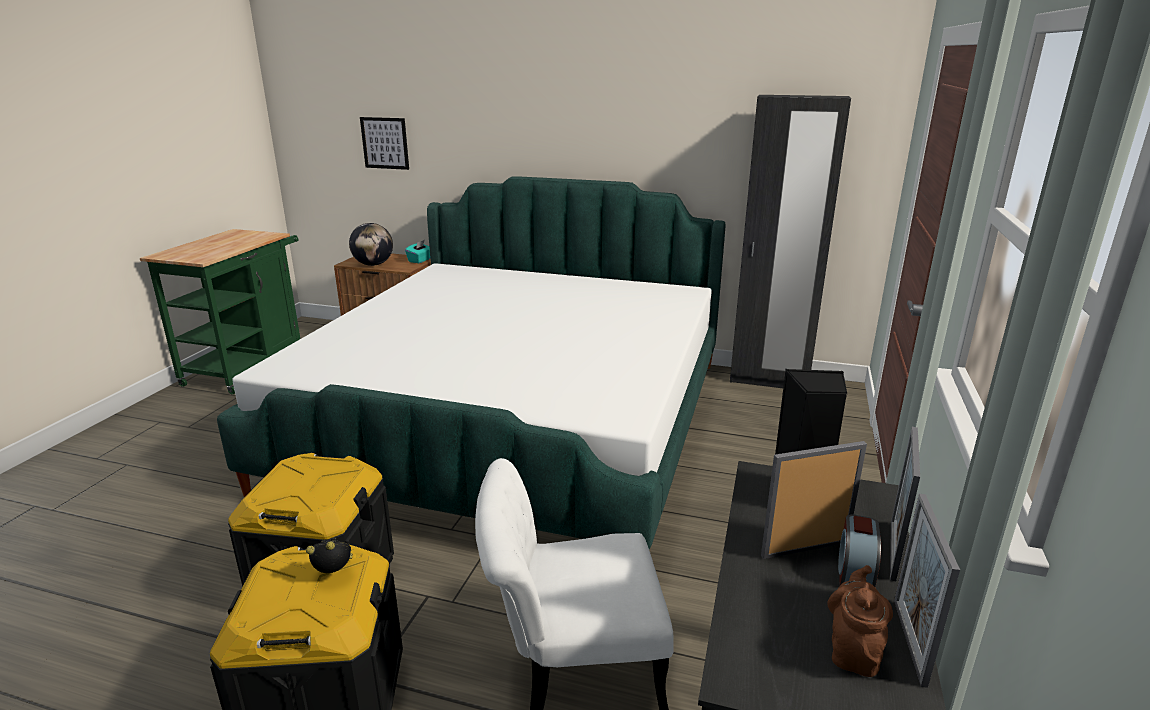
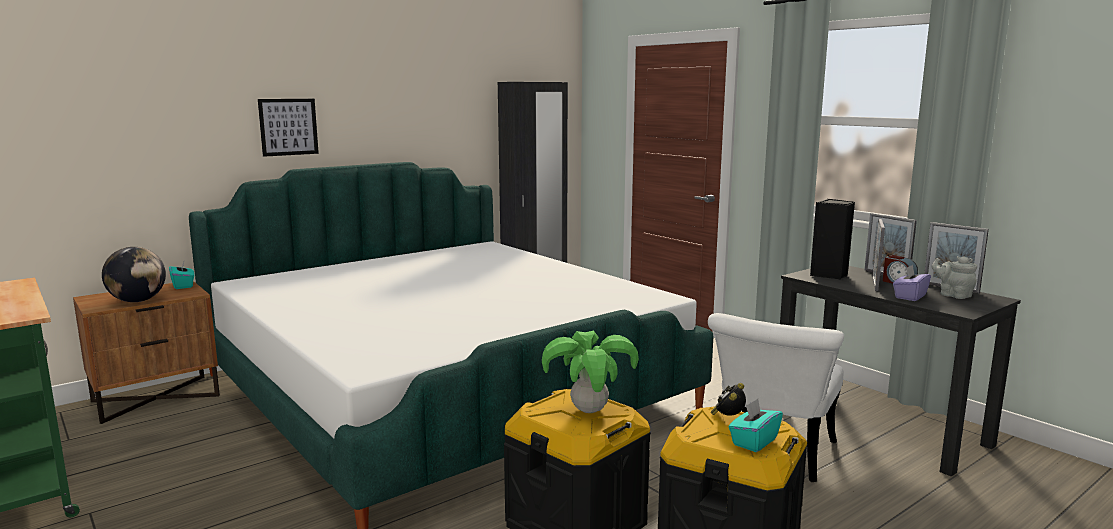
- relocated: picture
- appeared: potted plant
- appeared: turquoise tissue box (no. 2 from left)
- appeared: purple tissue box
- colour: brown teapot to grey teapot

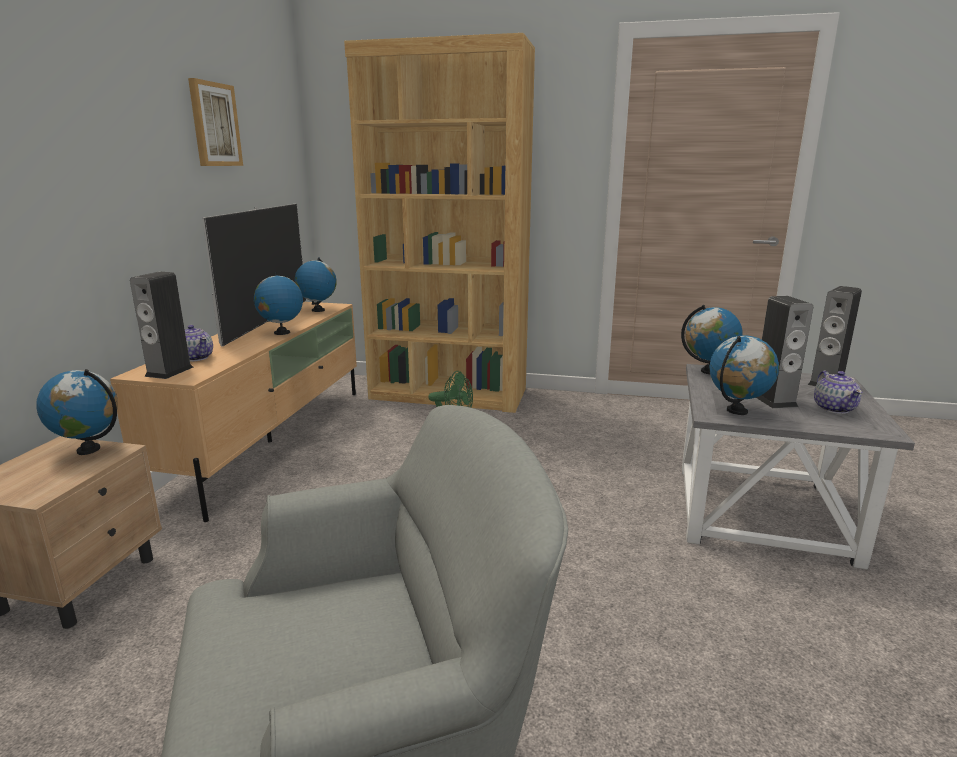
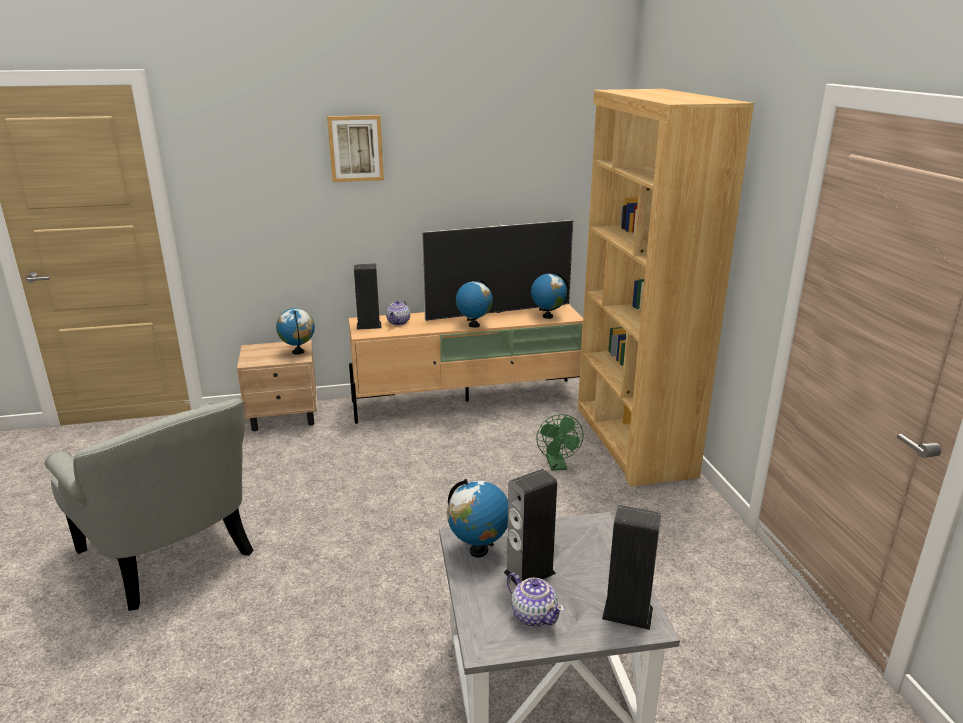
- relocated: picture
- spun: teapot (no. 2 from left) 105 degrees counterclockwise
- missing: globe (no. 4 from left)

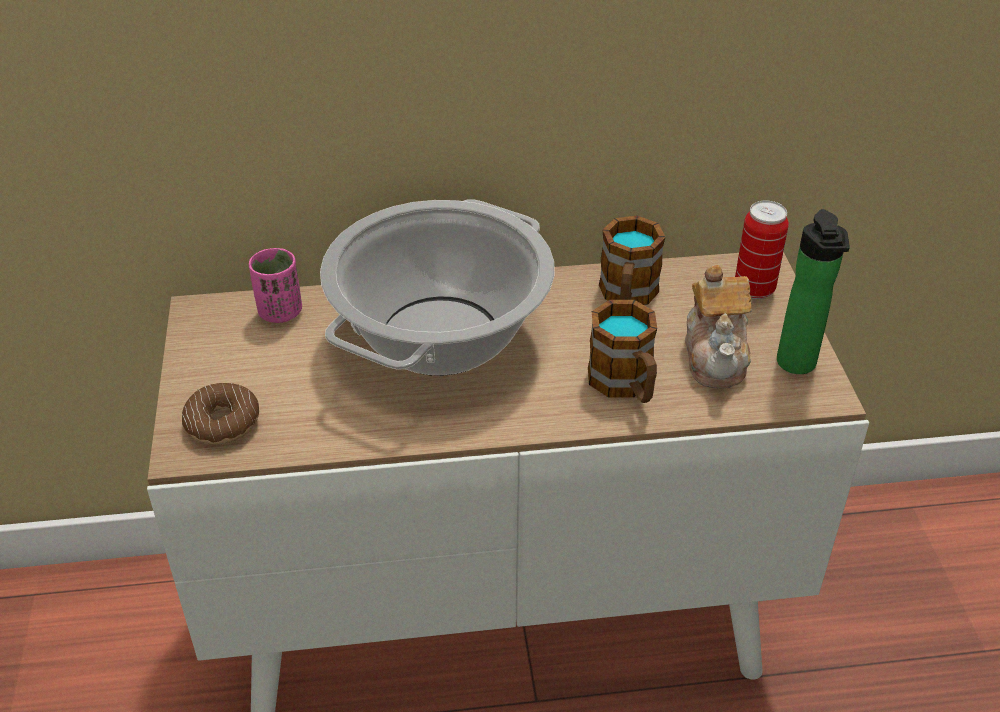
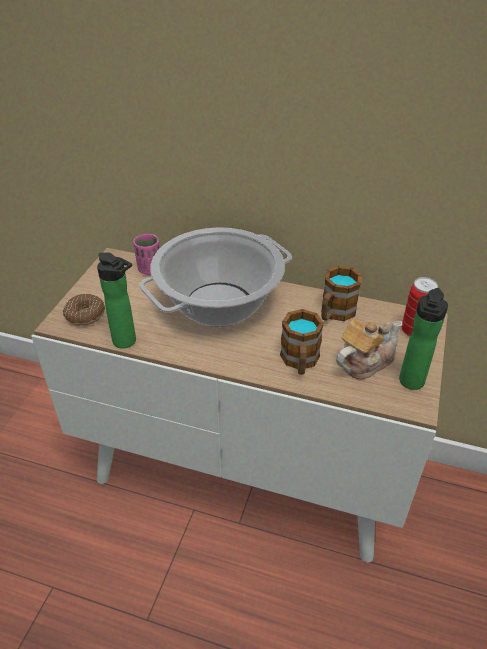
- appeared: bottle (no. 1 from left)
- spun: teapot 150 degrees counterclockwise

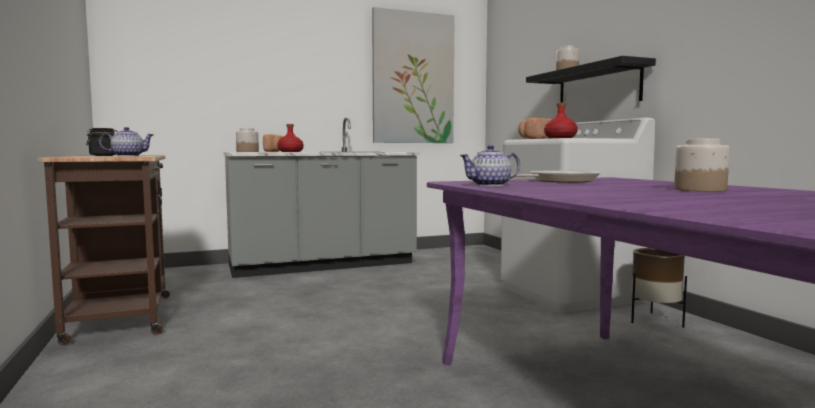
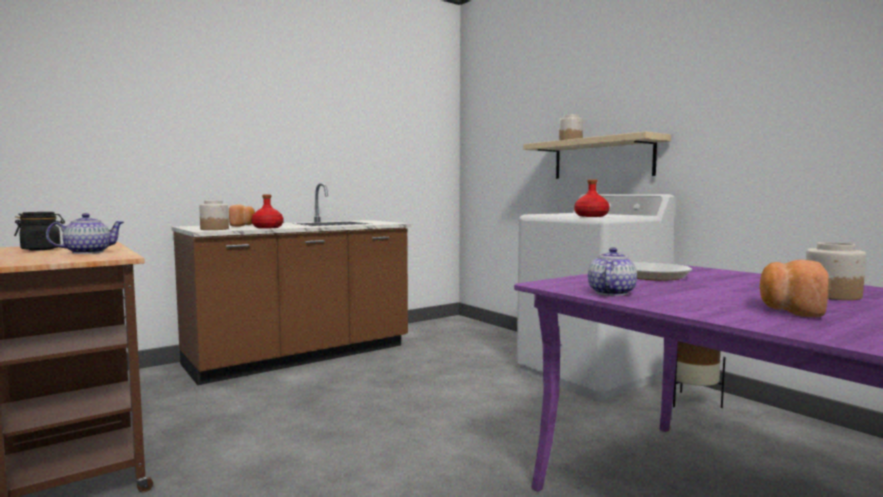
- colour: grey counter to brown counter
- colour: black shelf to beige shelf
- spun: teapot (no. 2 from left) 150 degrees clockwise
- relocated: bread (no. 2 from left)
- missing: picture

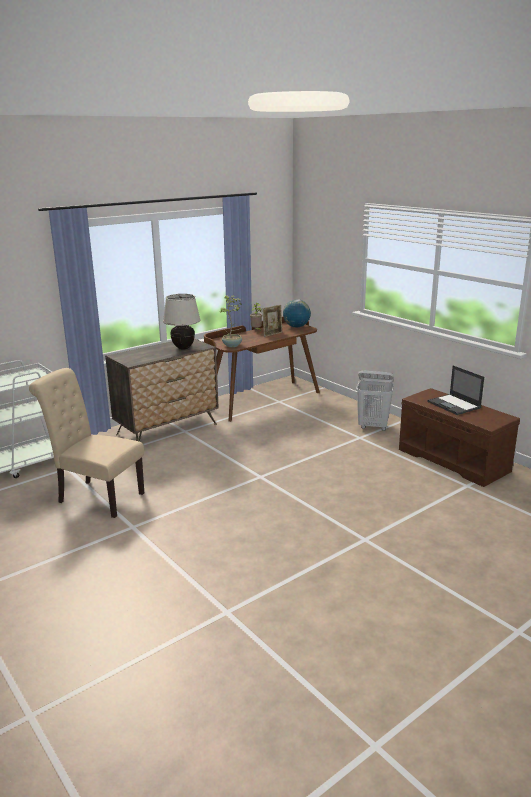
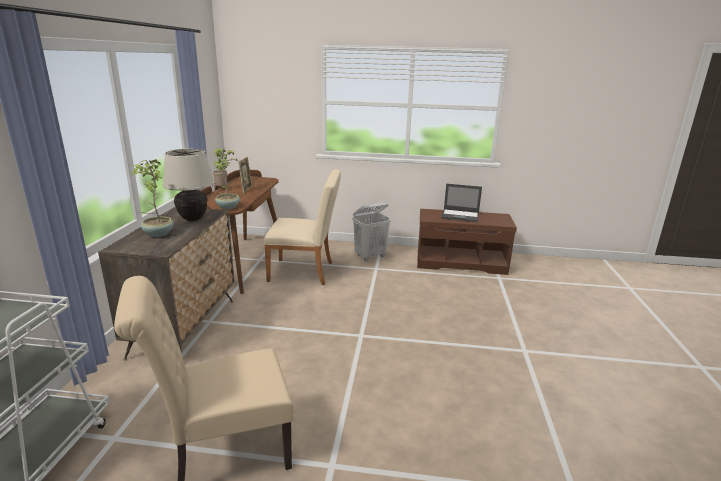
- appeared: potted plant (no. 1 from left)
- appeared: beige chair (no. 2 from left)
- missing: globe

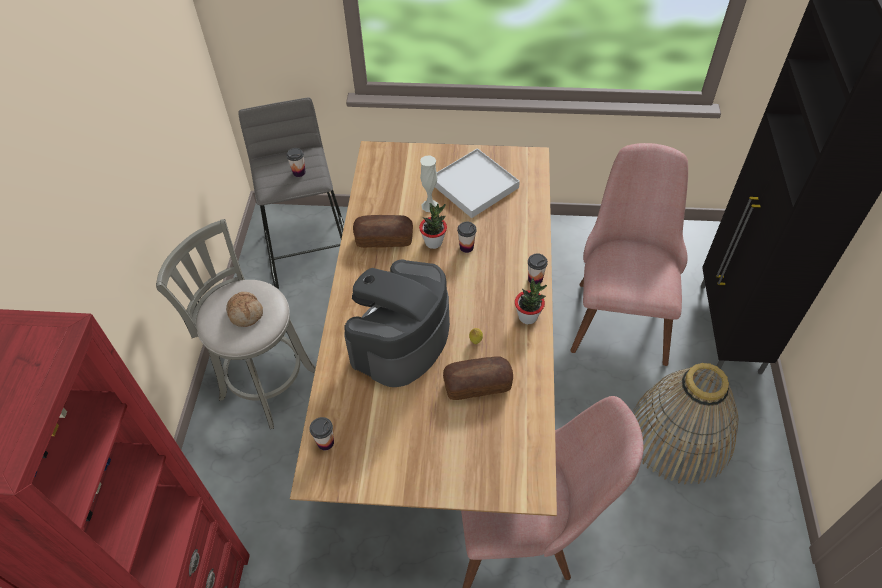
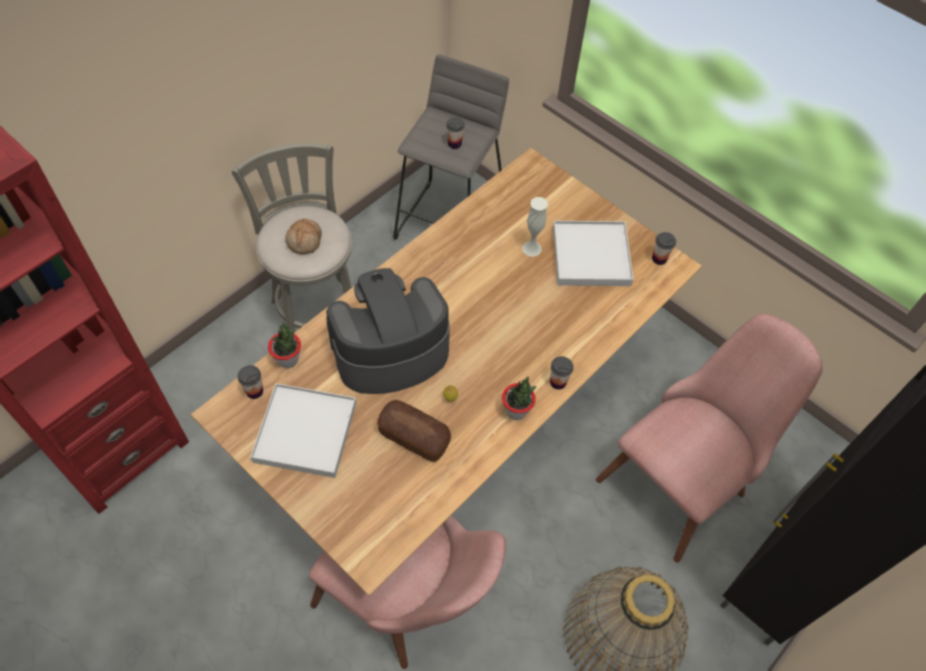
- appeared: white tray (no. 1 from left)
- relocated: potted plant (no. 1 from left)
- relocated: cup (no. 3 from left in the first image) to cup (no. 4 from left)
- missing: bread (no. 2 from left)

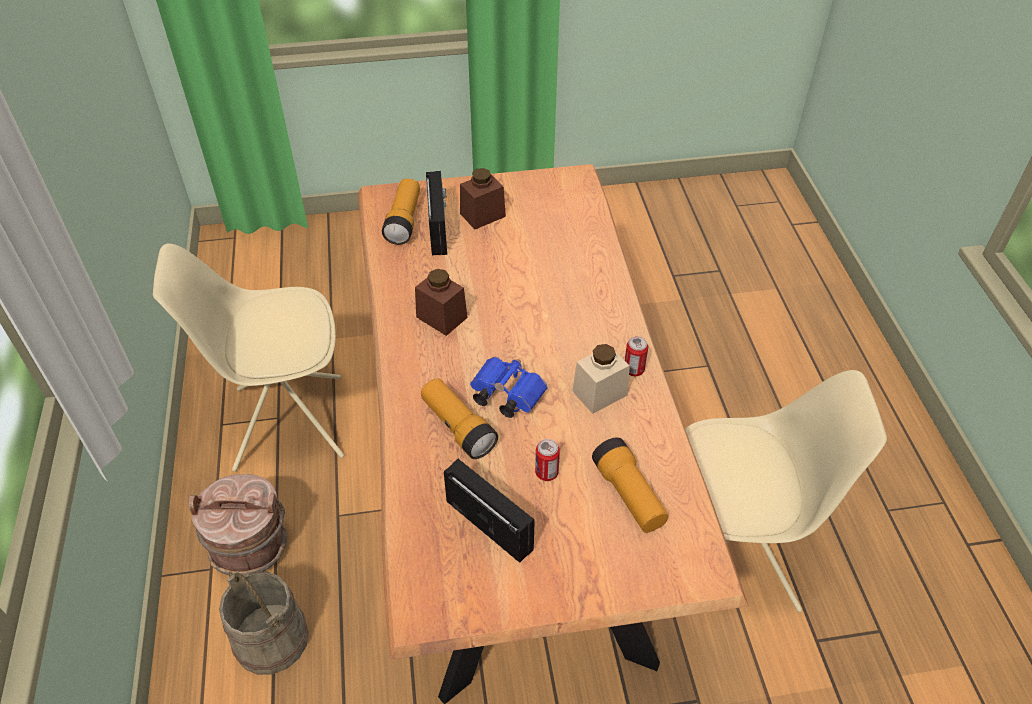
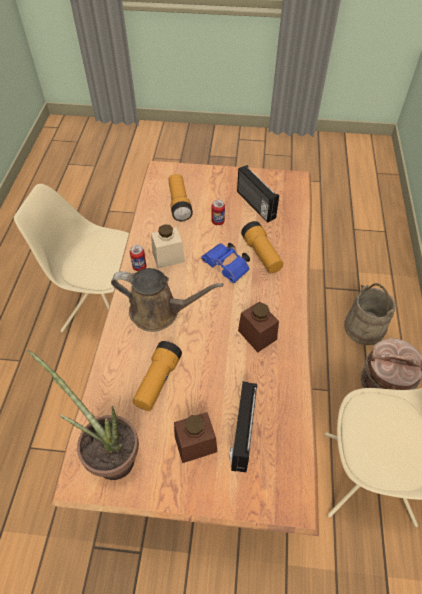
- appeared: potted plant
- appeared: brown watering can
- relocated: flashlight (no. 1 from left)

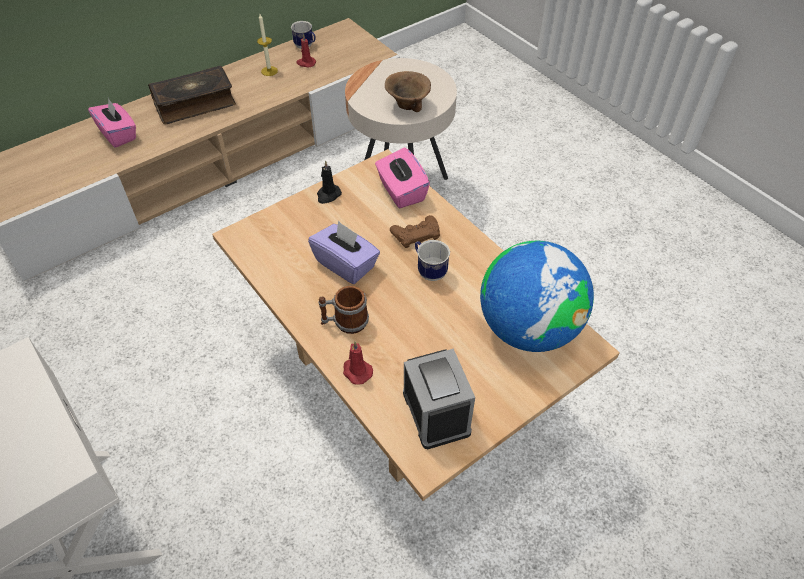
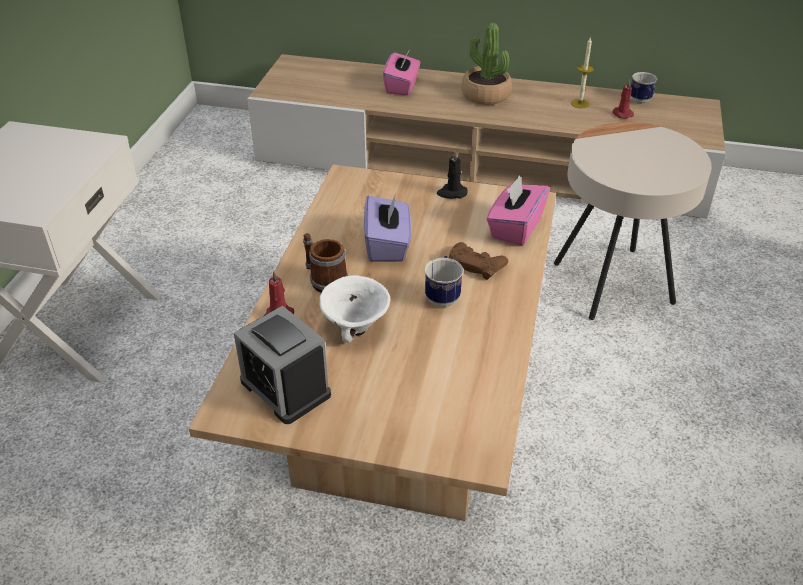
- spun: alarm clock 105 degrees clockwise
- appeared: white bowl
- exchanged: book to potted plant
- missing: brown bowl
- missing: globe

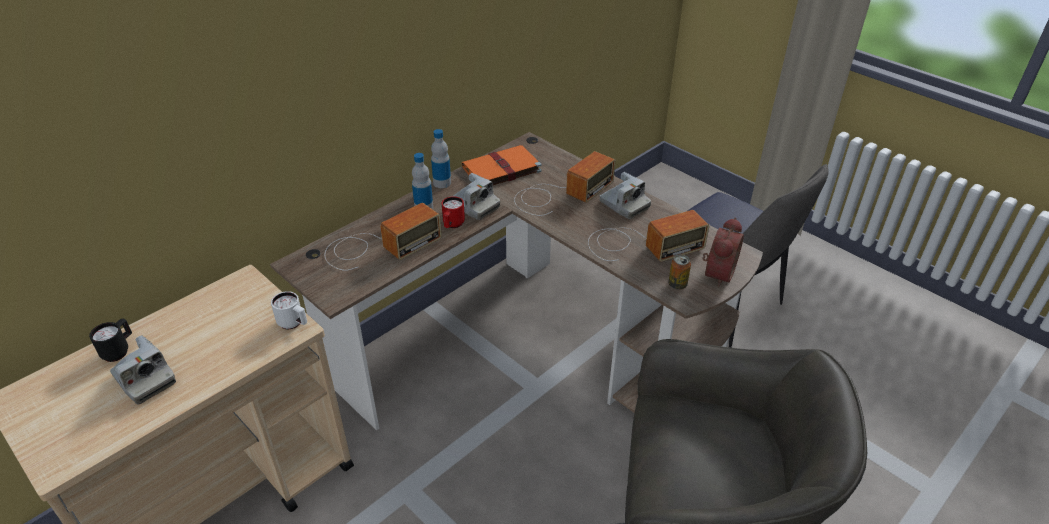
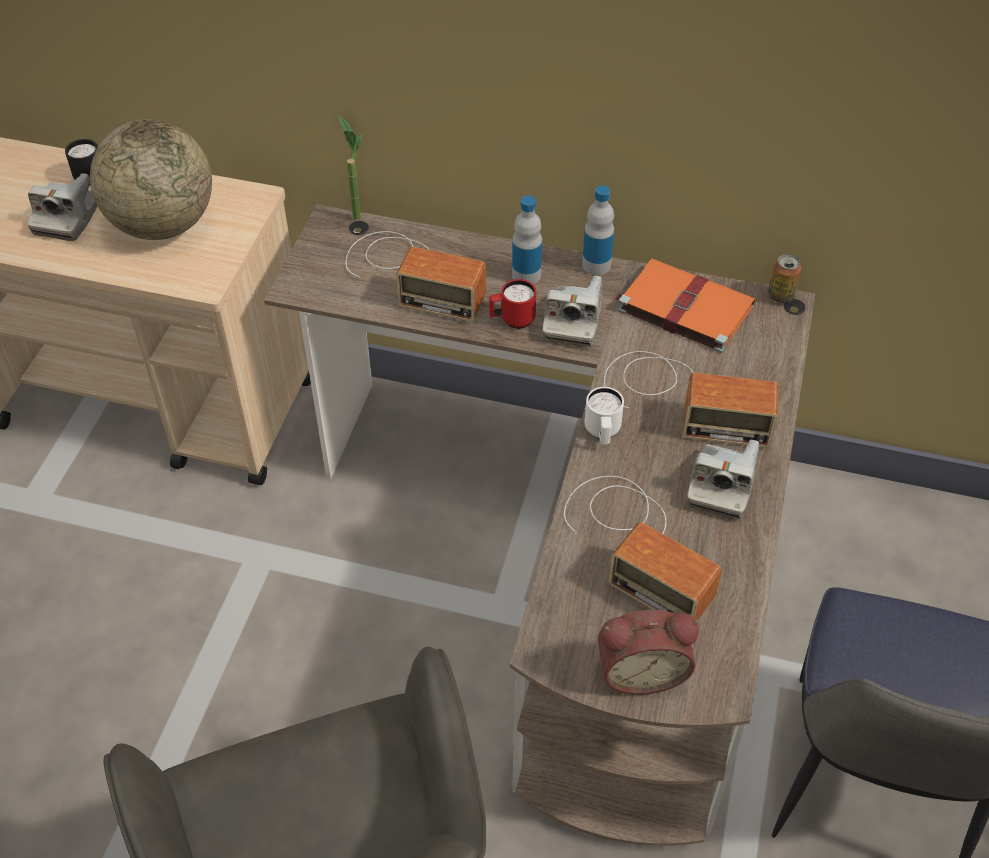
- appeared: globe
- appeared: potted plant
- relocated: white mug
- relocated: can

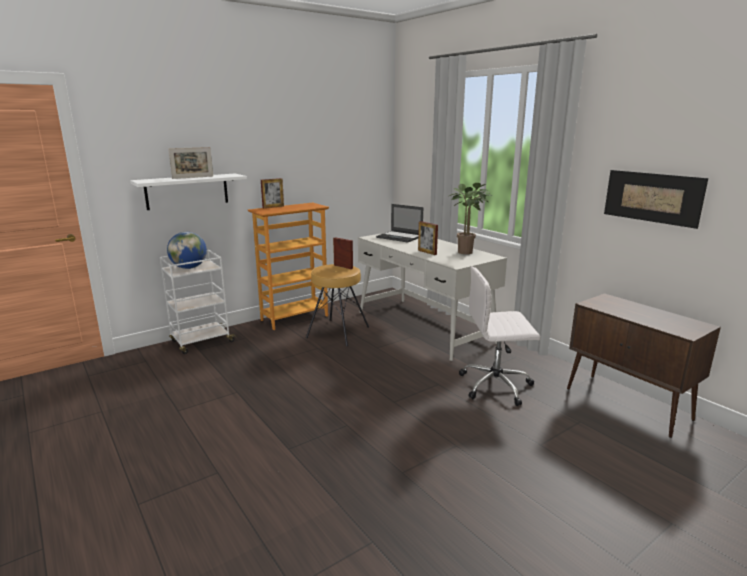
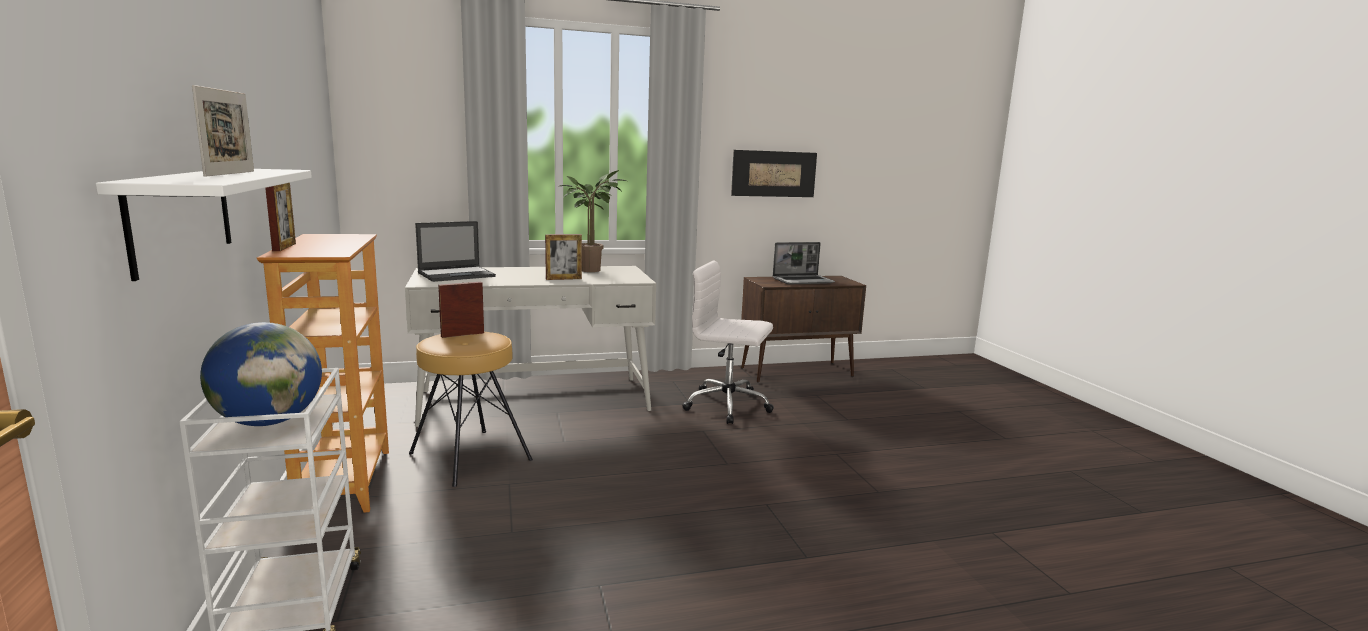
- spun: white office chair 90 degrees clockwise
- appeared: laptop (no. 2 from left)

